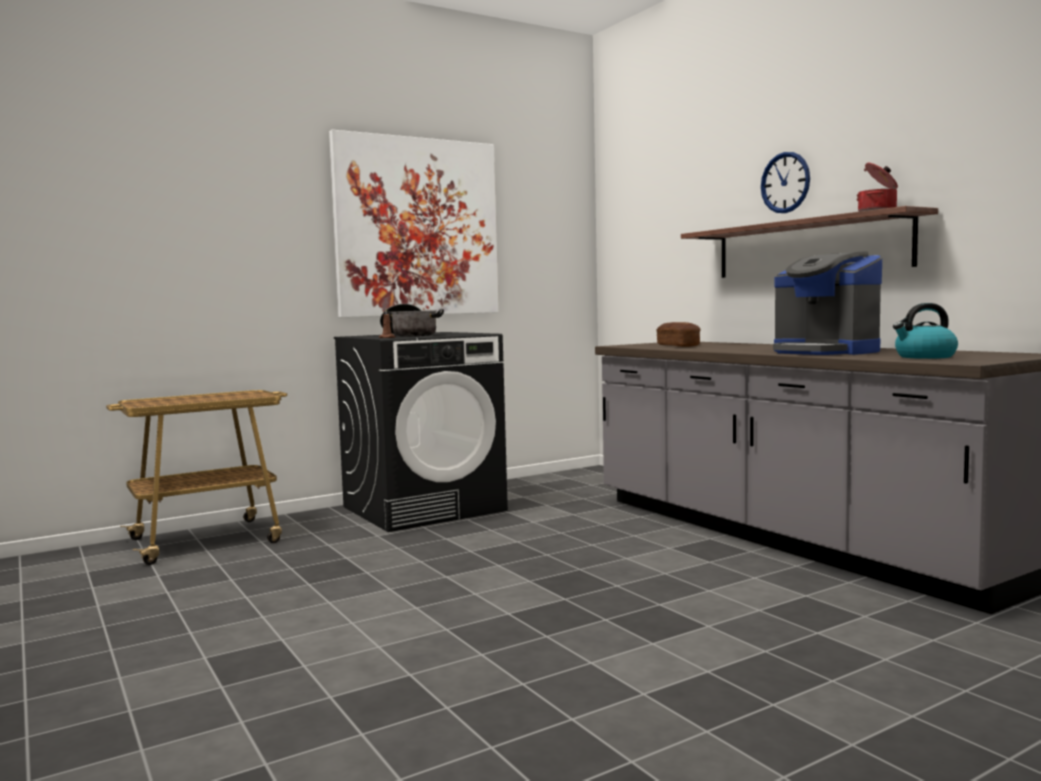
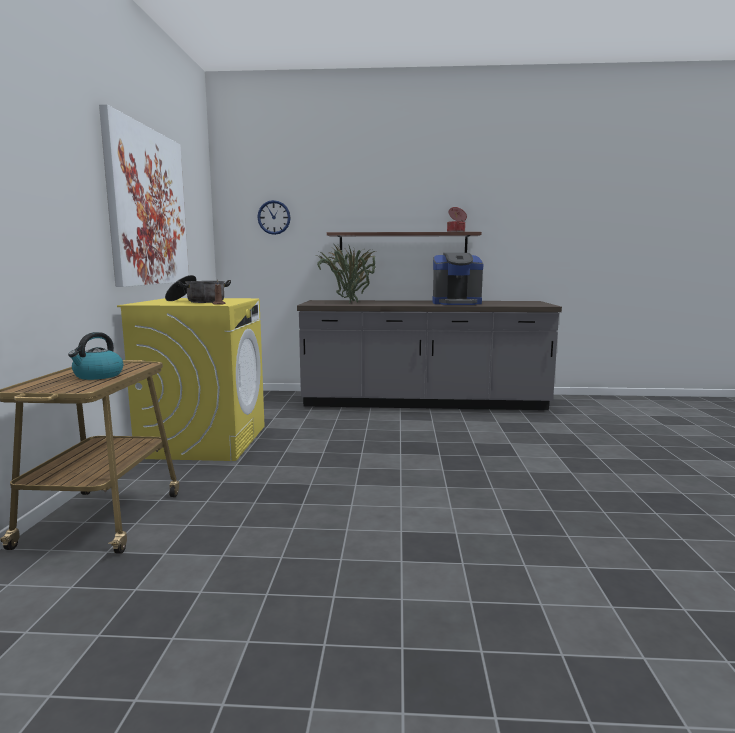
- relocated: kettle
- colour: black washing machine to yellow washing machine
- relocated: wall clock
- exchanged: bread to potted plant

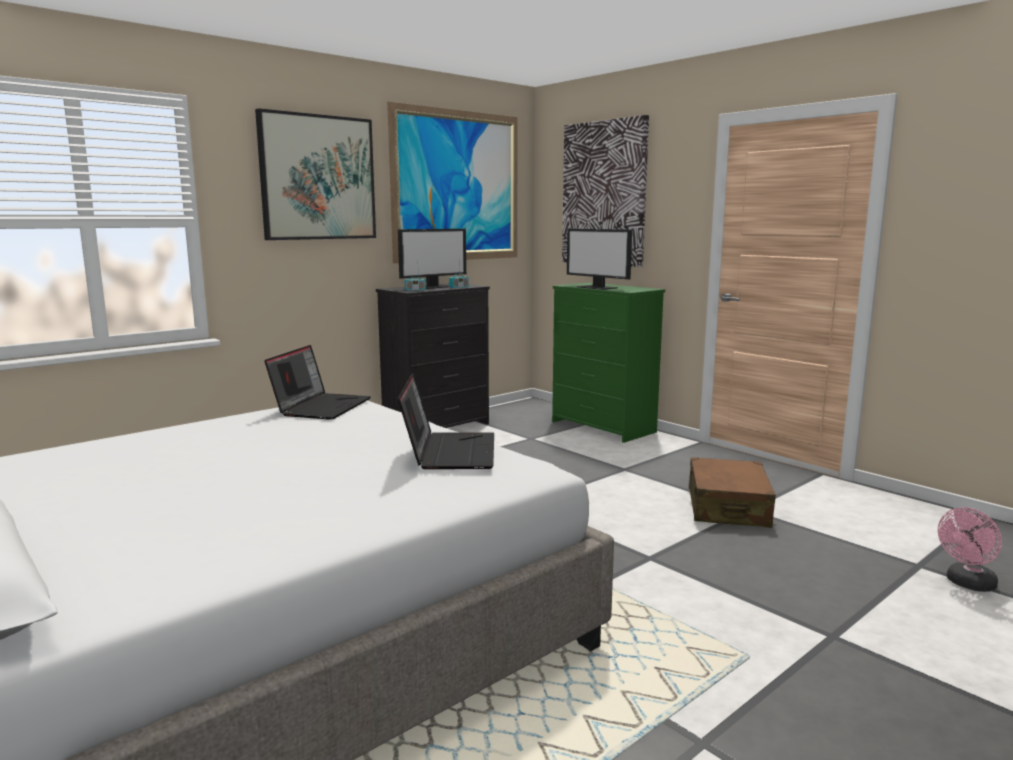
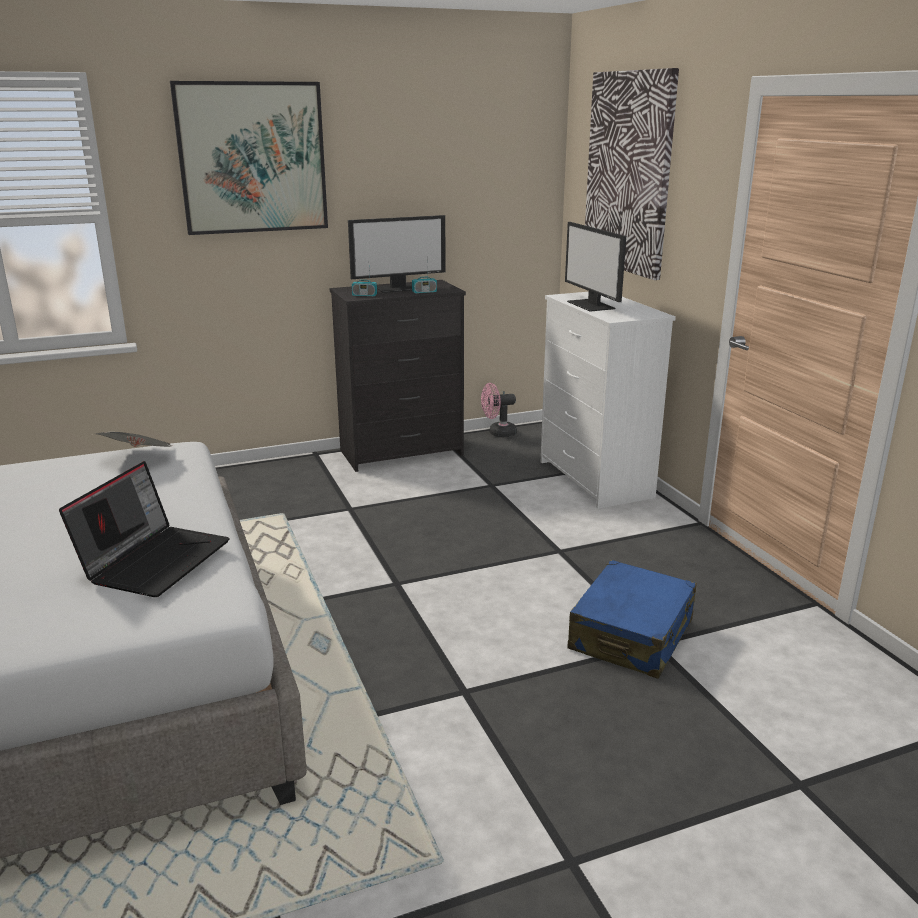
- exchanged: laptop (no. 1 from left) to newspaper
- relocated: pink fan
- colour: green dresser to white dresser
- colour: brown suitcase to blue suitcase
- missing: picture (no. 2 from left)

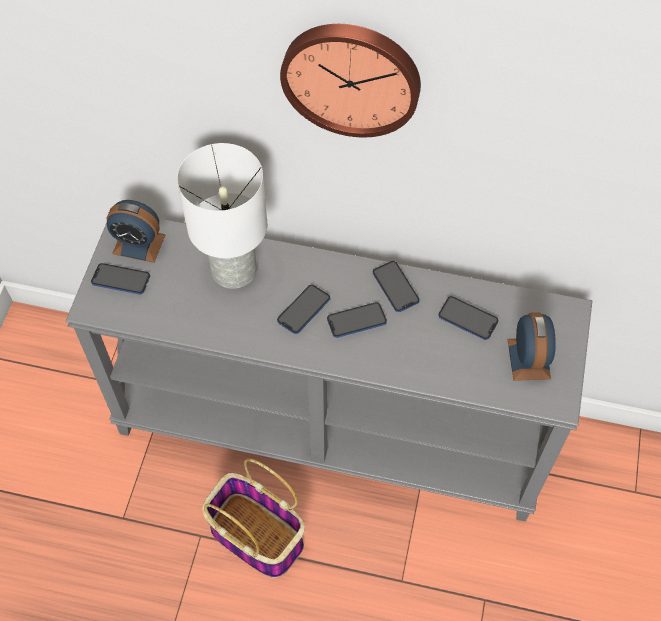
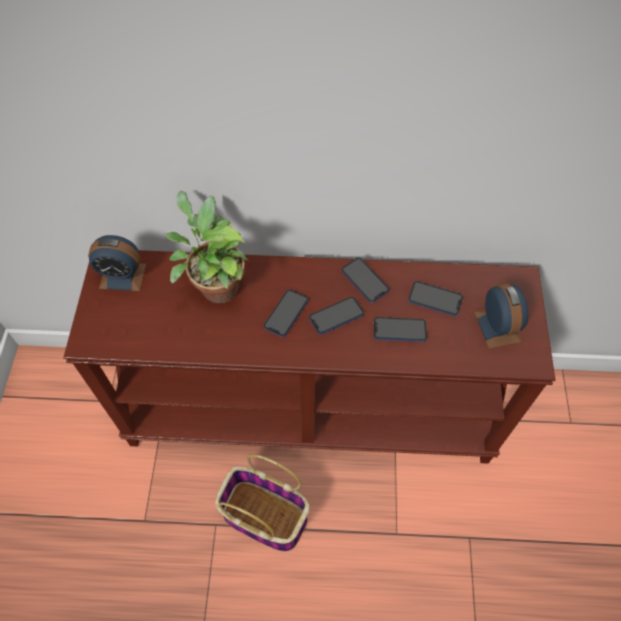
- colour: grey console table to brown console table
- exchanged: white table lamp to potted plant
- relocated: phone (no. 1 from left in the first image) to phone (no. 4 from left)
- missing: wall clock

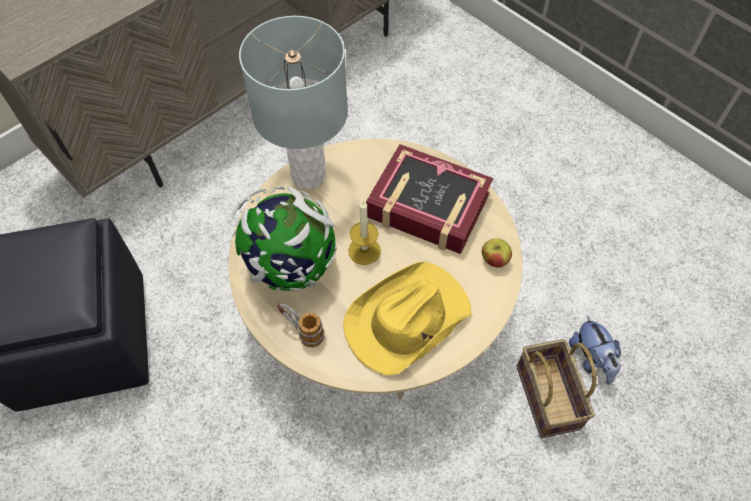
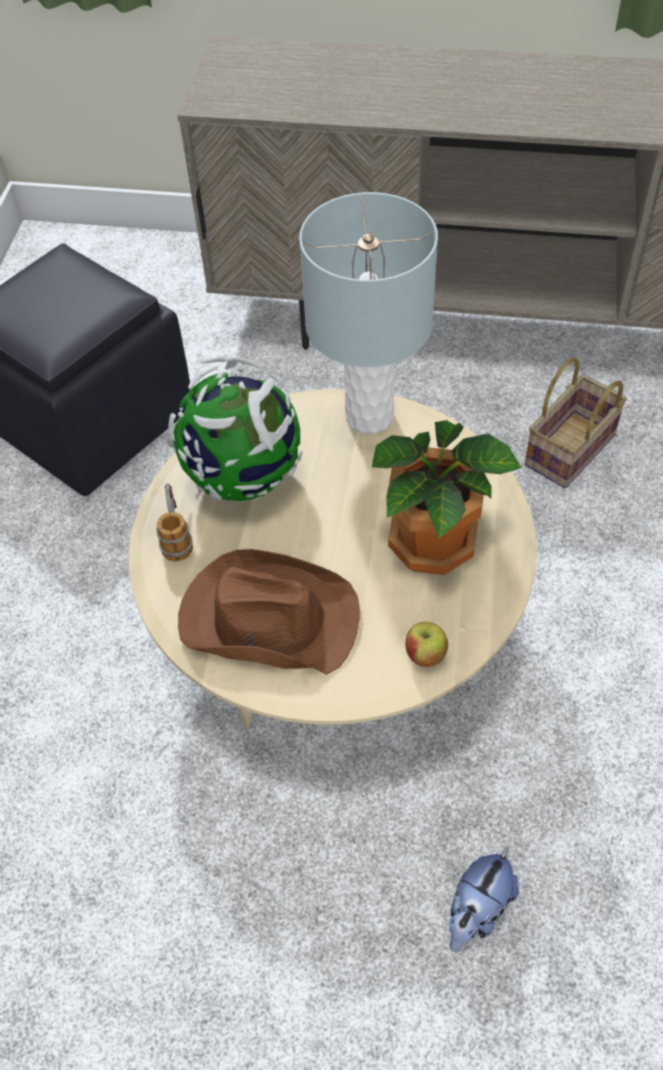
- colour: yellow hat to brown hat
- exchanged: book to potted plant
- relocated: basket
- missing: candle

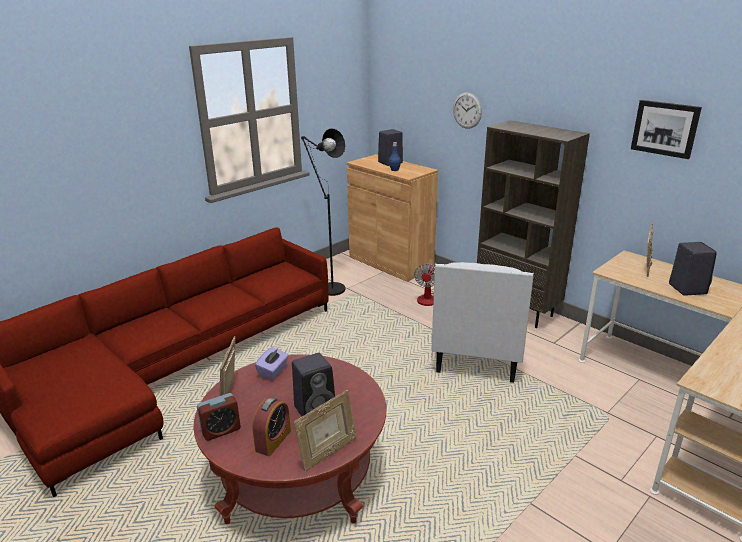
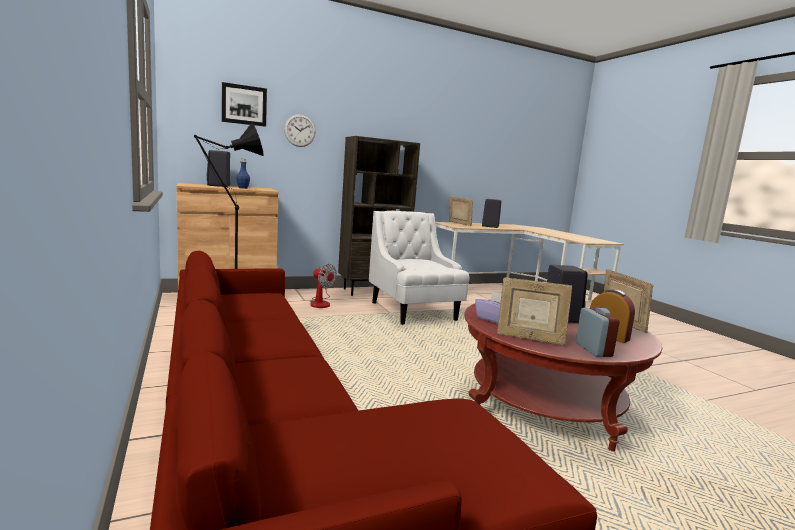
- relocated: picture
- spun: white armchair 150 degrees counterclockwise

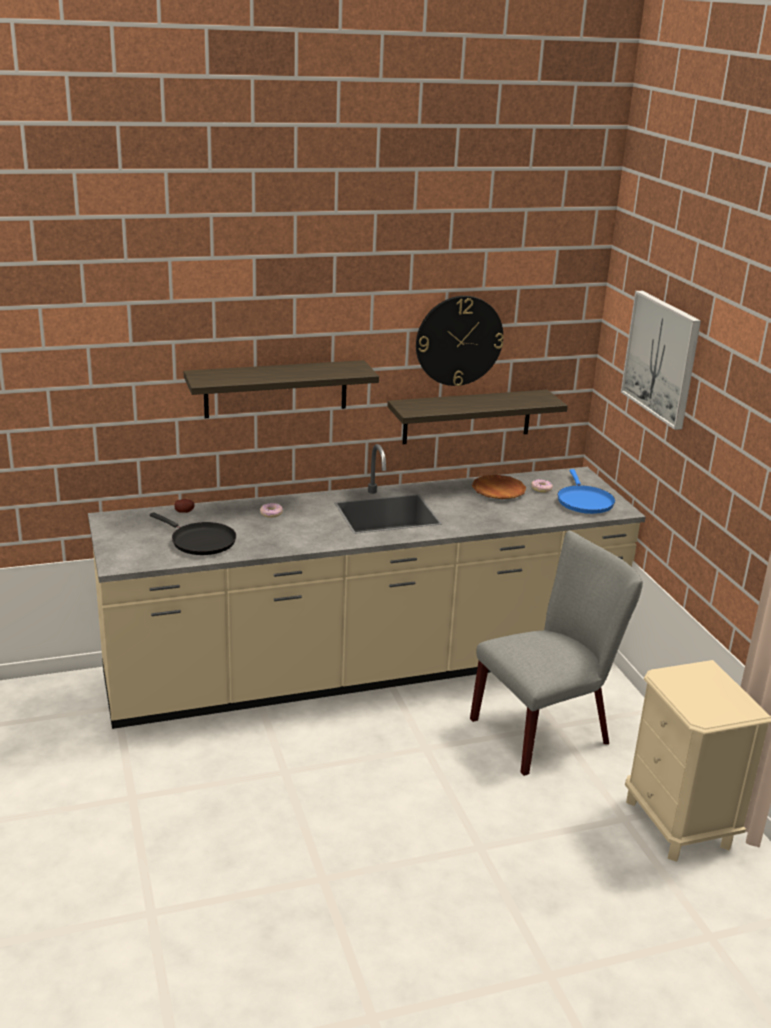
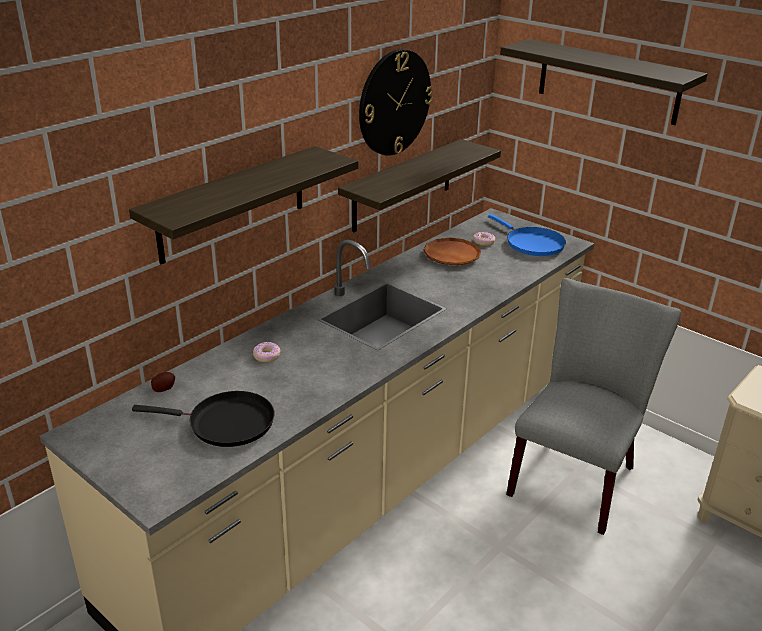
- exchanged: picture to shelf (no. 3 from left)

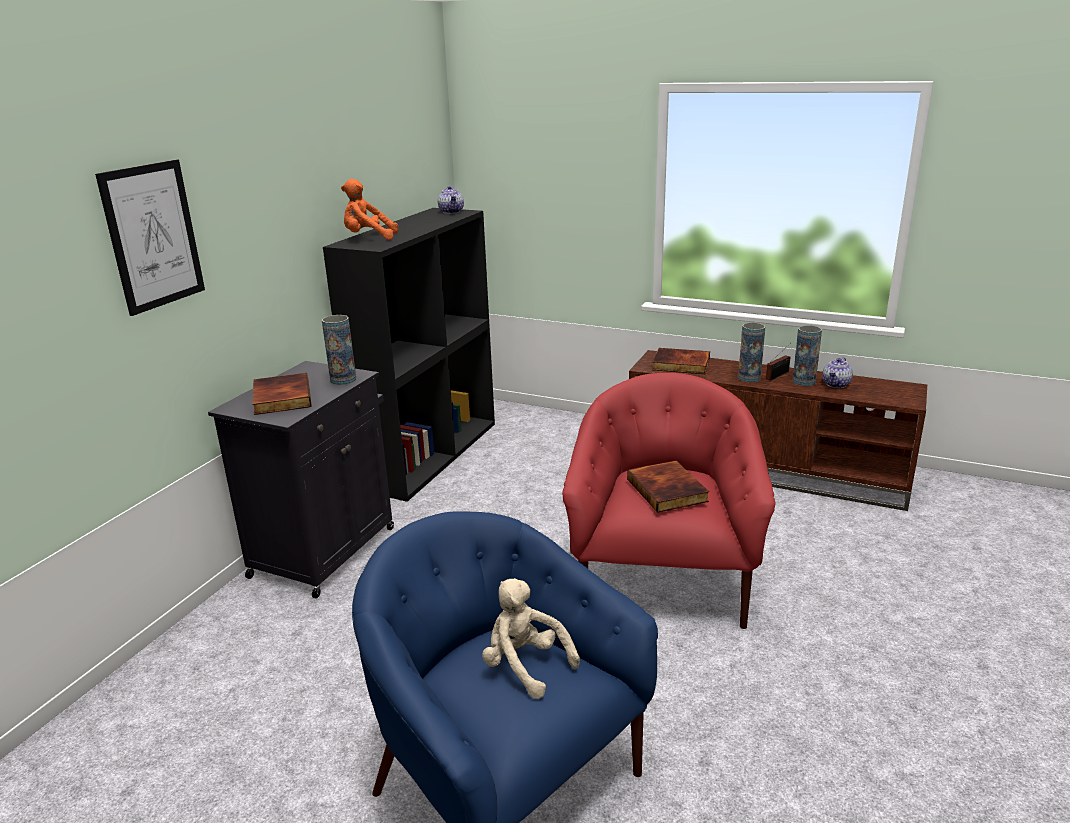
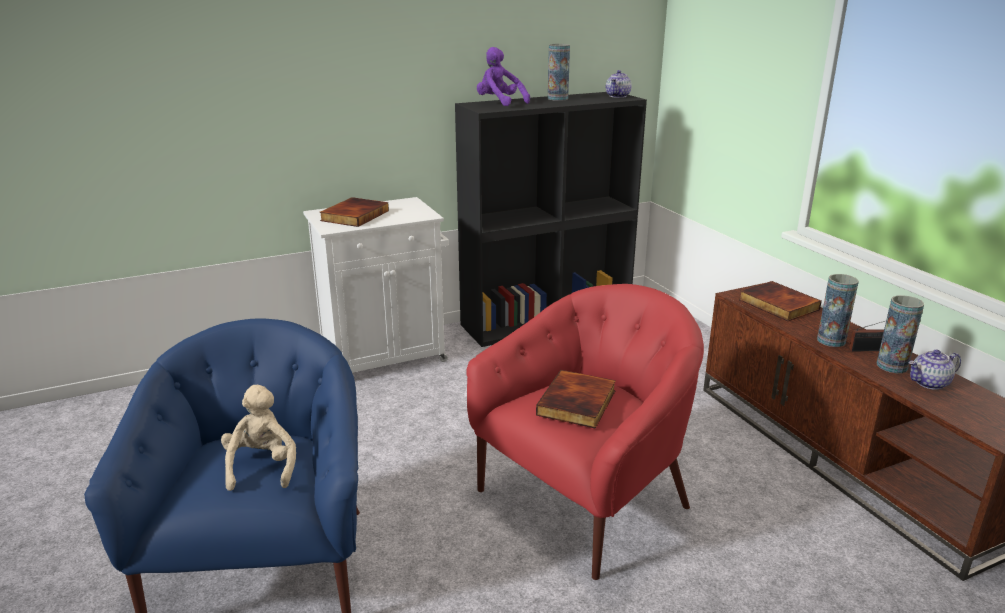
- colour: black cabinet to white cabinet
- colour: orange plush toy to purple plush toy
- relocated: vase (no. 1 from left)
- missing: picture

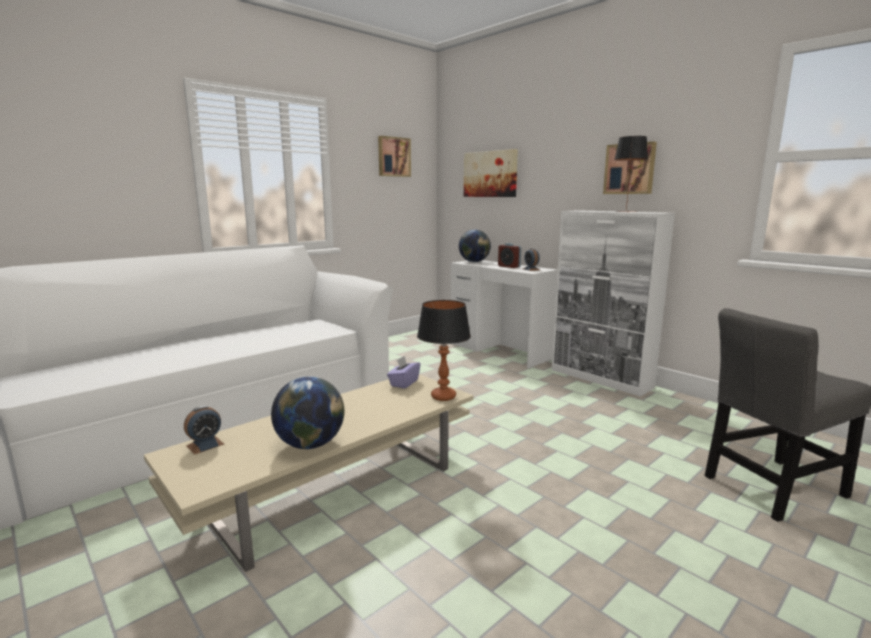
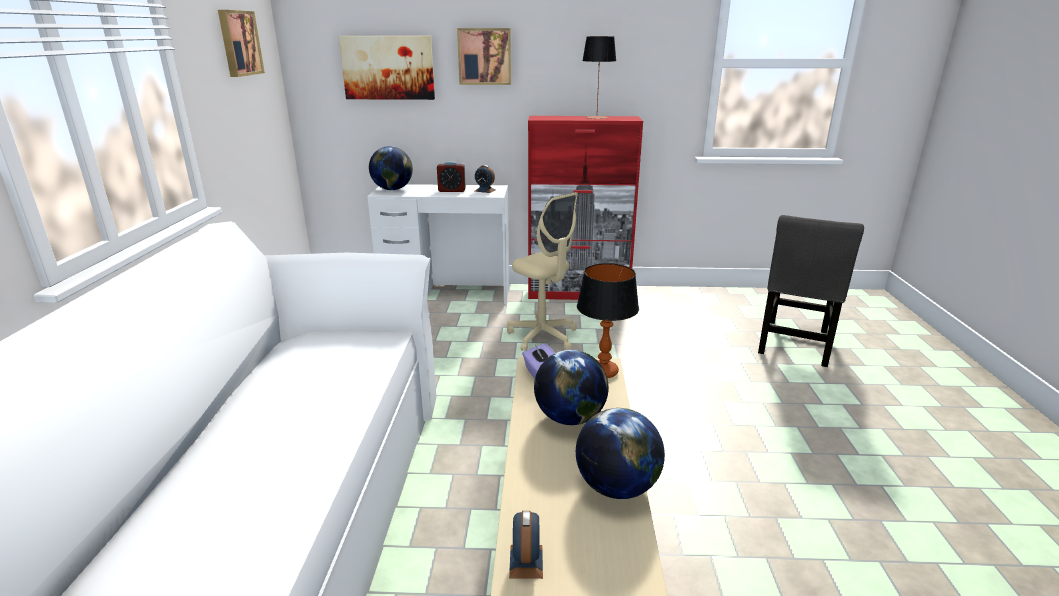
- relocated: picture (no. 3 from left)
- appeared: beige office chair
- colour: white cabinet to red cabinet
- appeared: globe (no. 2 from left)

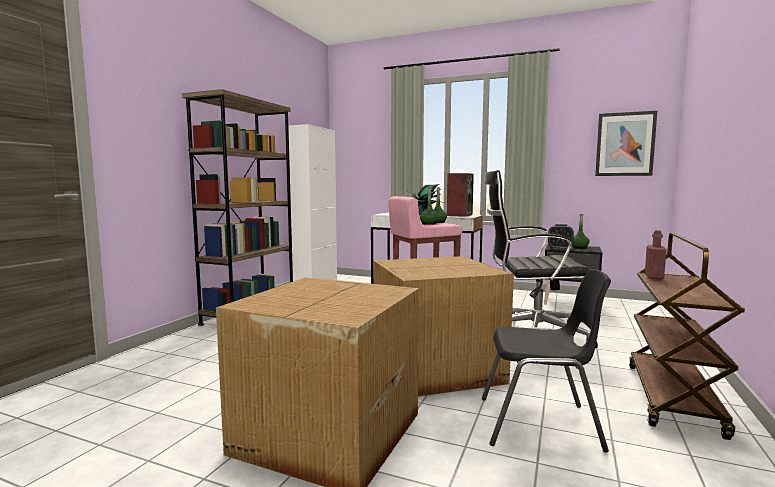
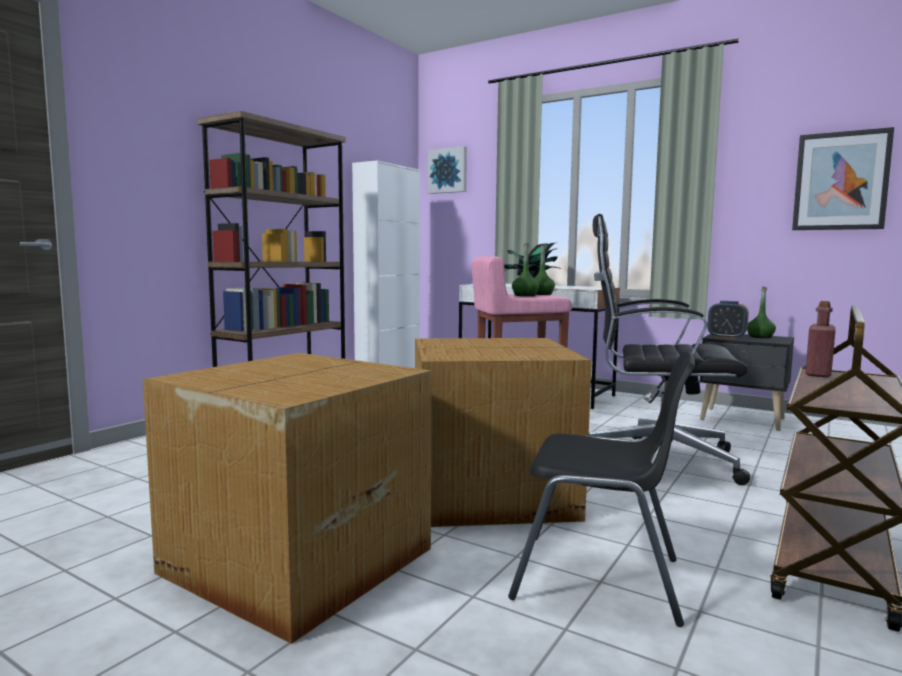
- appeared: picture (no. 1 from left)
- missing: speaker

